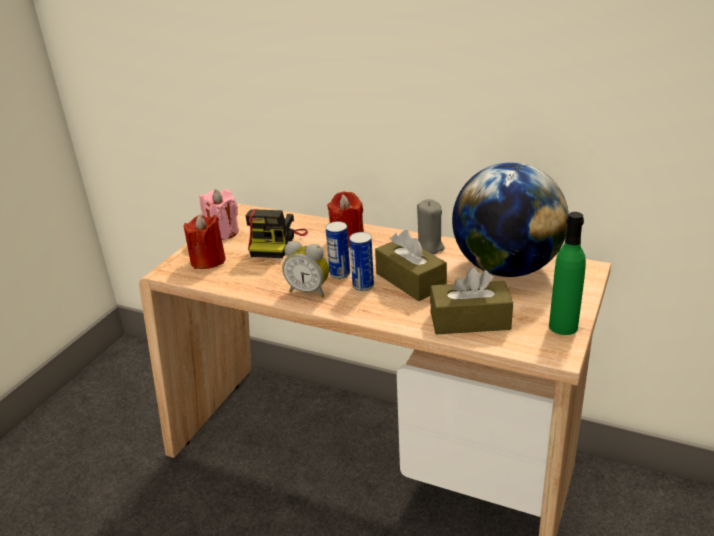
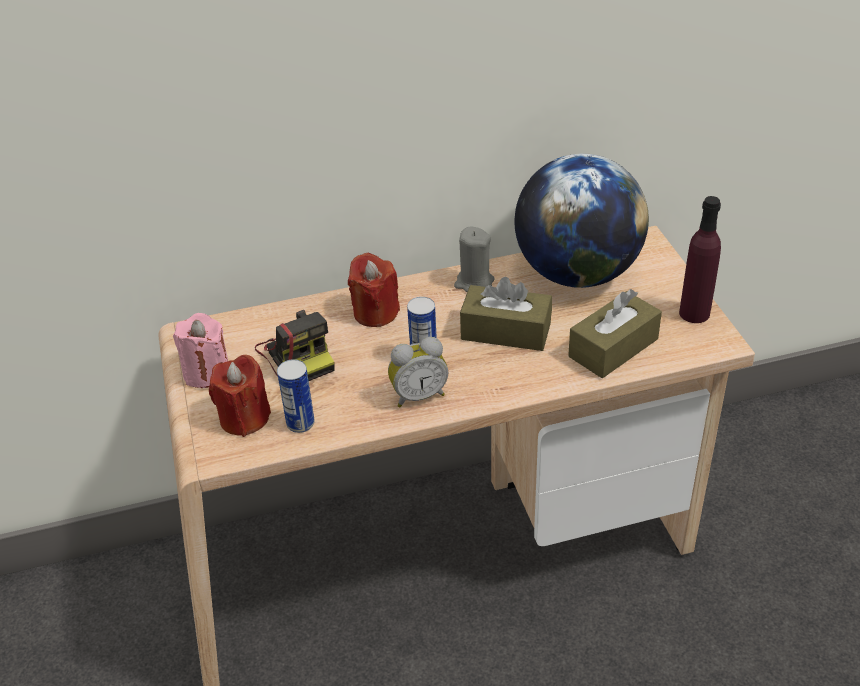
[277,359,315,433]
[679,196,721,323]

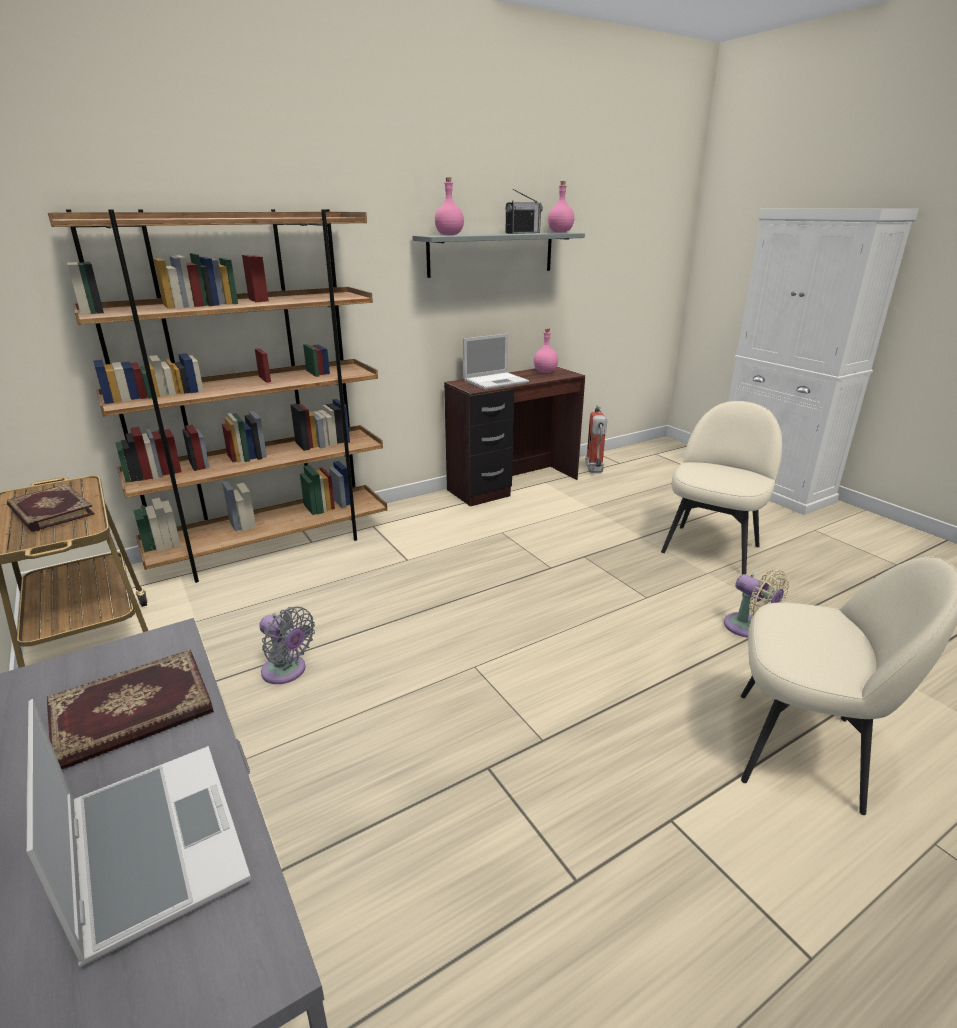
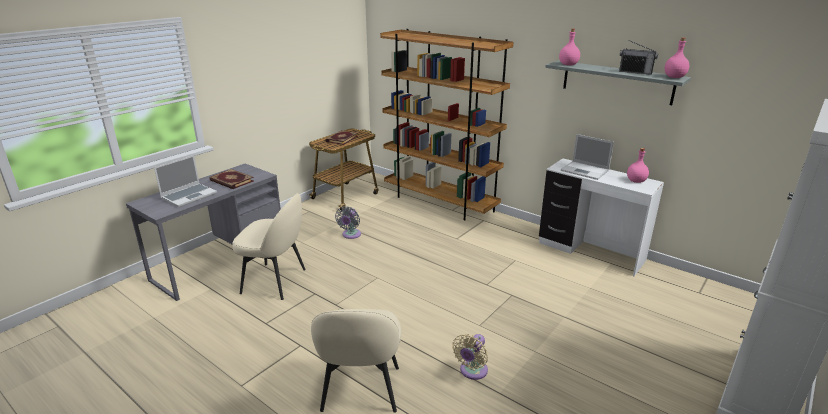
[539,159,664,276]
[585,405,607,473] (first image)
[232,193,306,300]

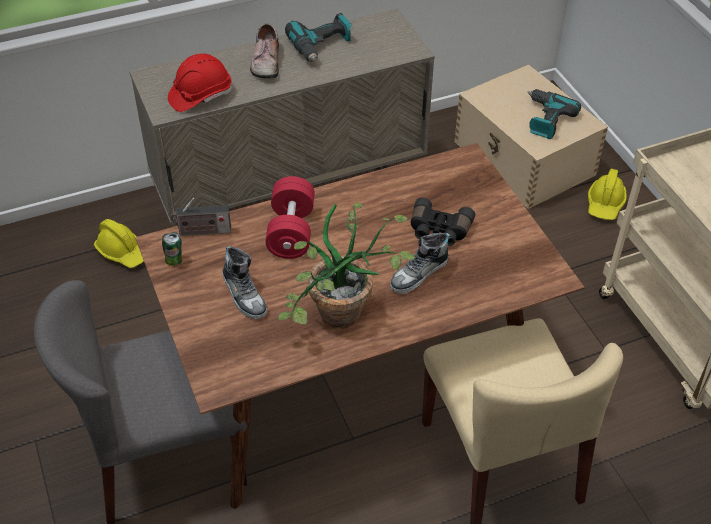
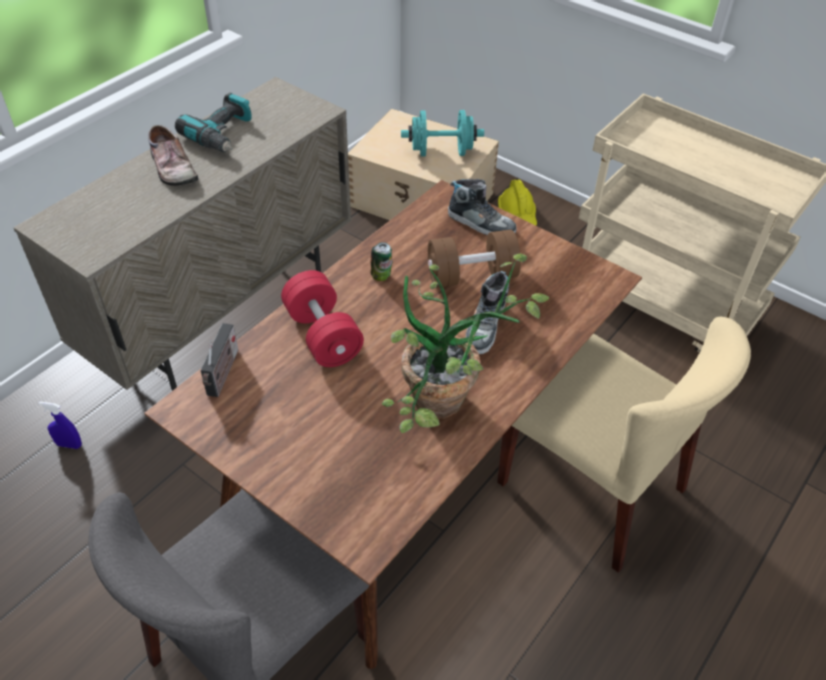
[38,402,82,449]
[370,242,392,281]
[168,54,232,112] (first image)
[200,323,238,397]
[448,179,517,236]
[428,230,521,288]
[401,110,484,157]

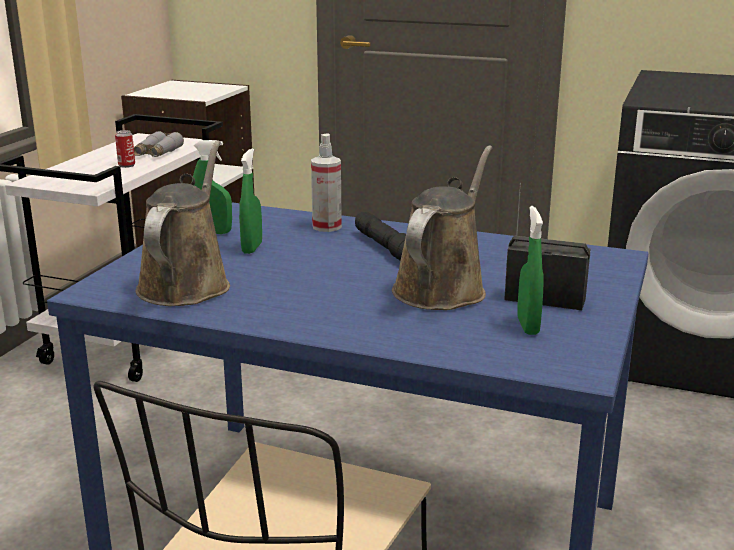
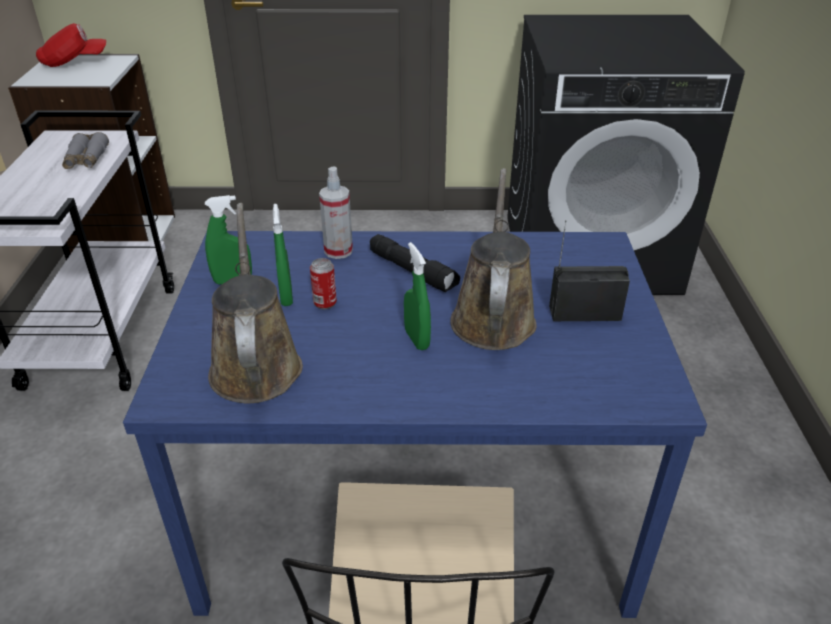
[310,258,337,310]
[404,242,431,350]
[36,23,106,67]

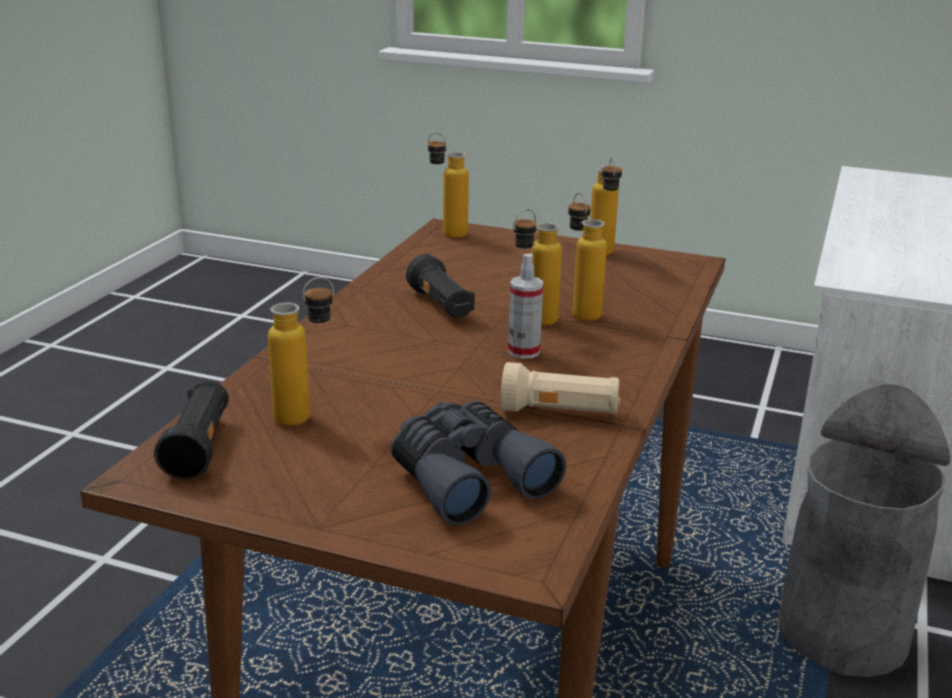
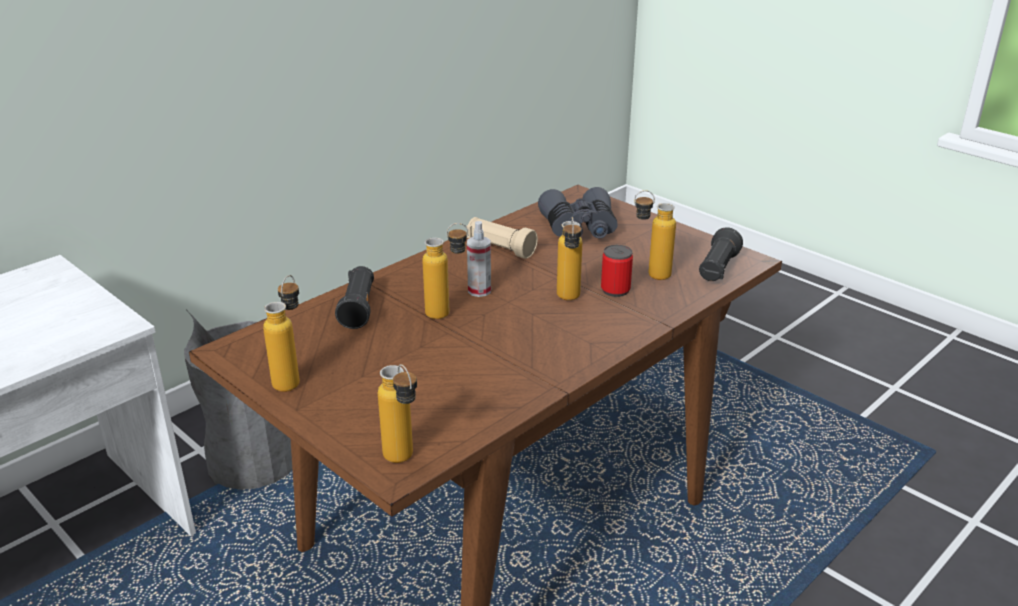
[335,266,374,329]
[557,217,582,300]
[601,245,633,297]

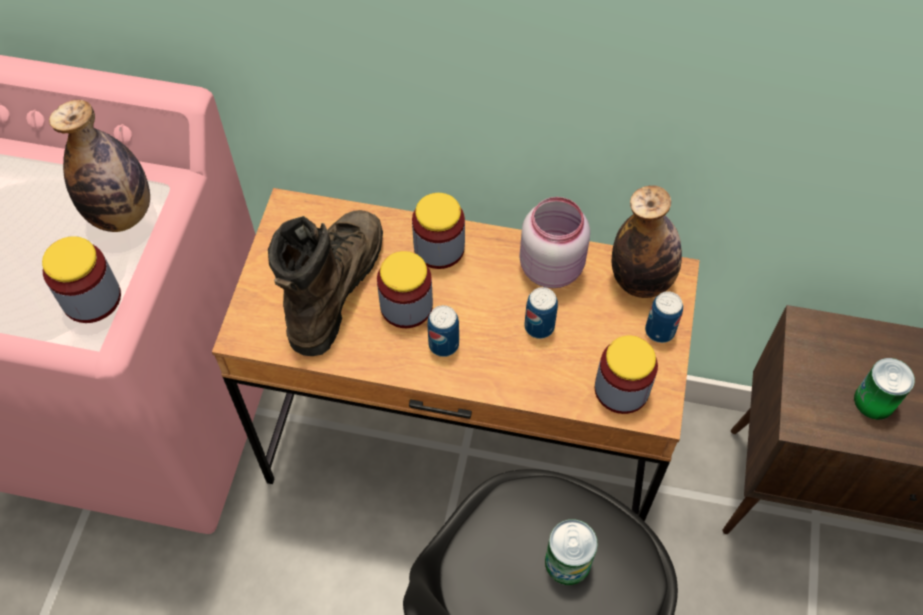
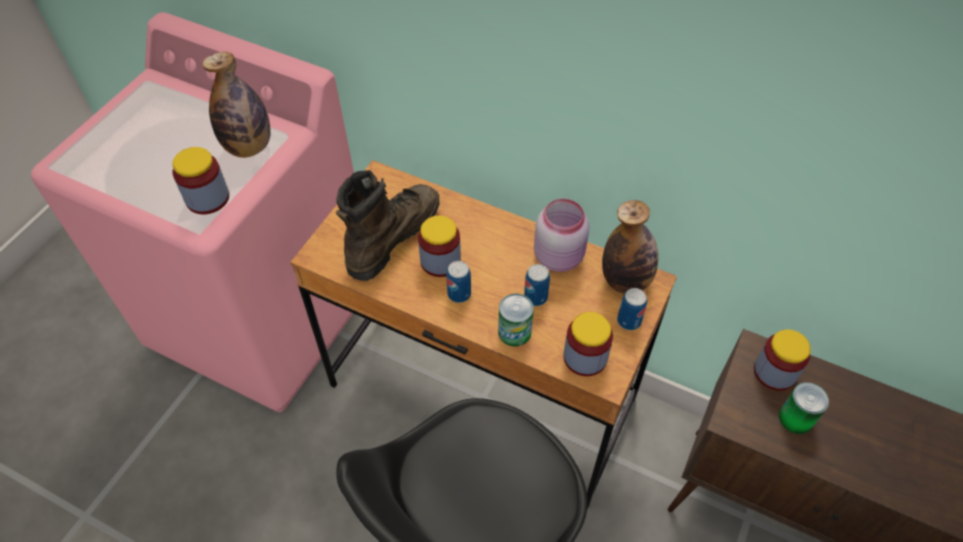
[754,329,811,391]
[498,294,534,346]

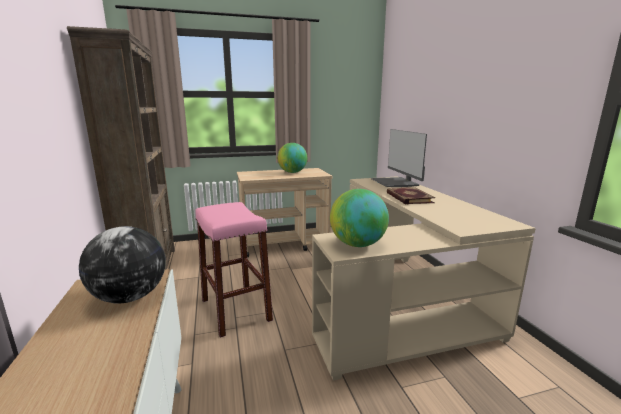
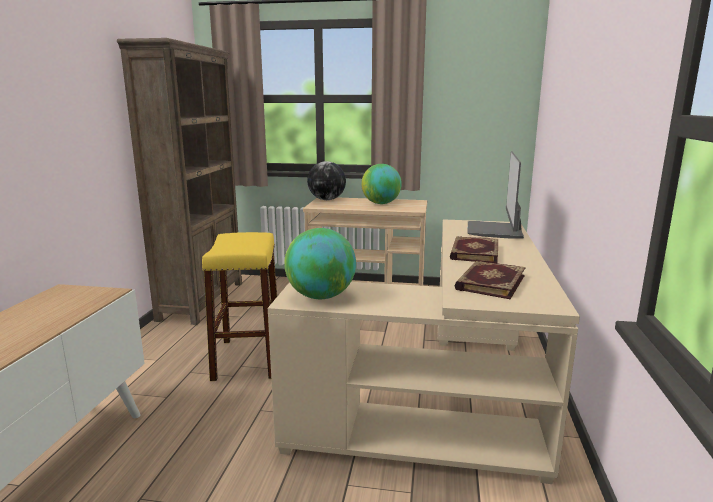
[307,161,346,200]
[202,232,277,381]
[455,261,525,299]

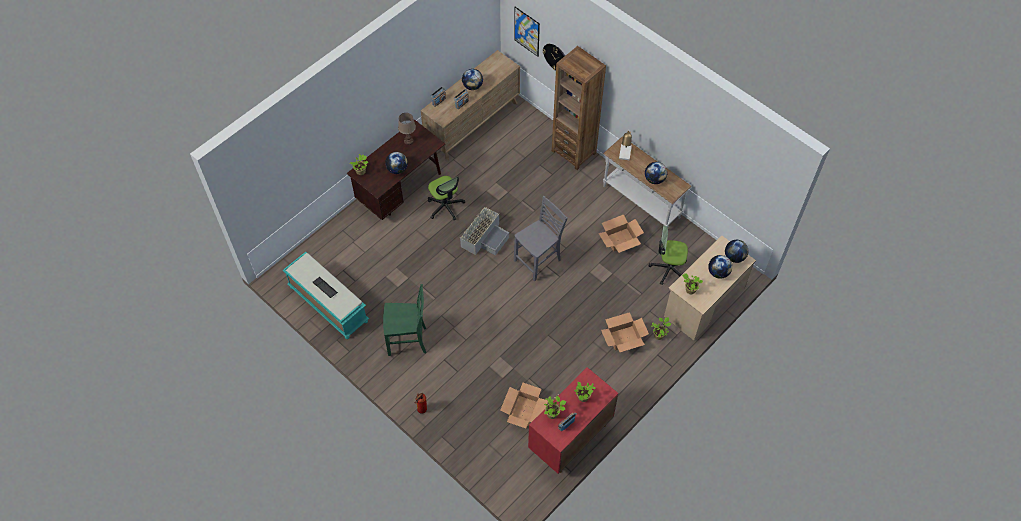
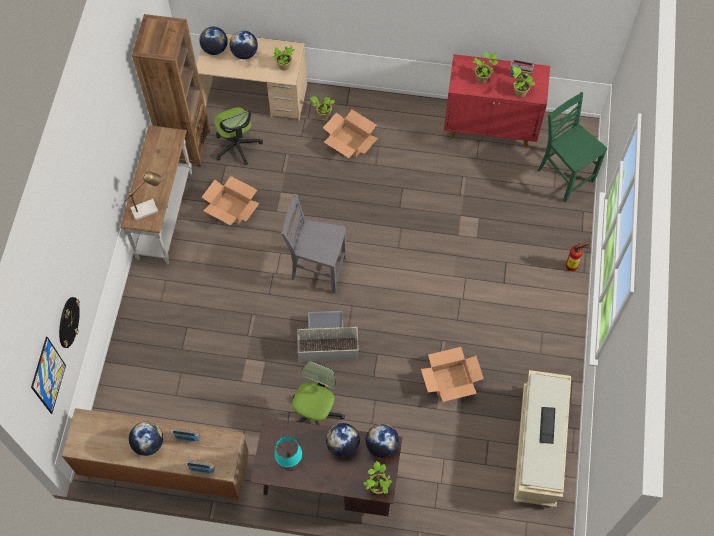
[514,370,571,507]
[538,92,607,202]
[274,436,302,471]
[421,347,484,402]
[132,14,210,167]
[365,424,399,458]

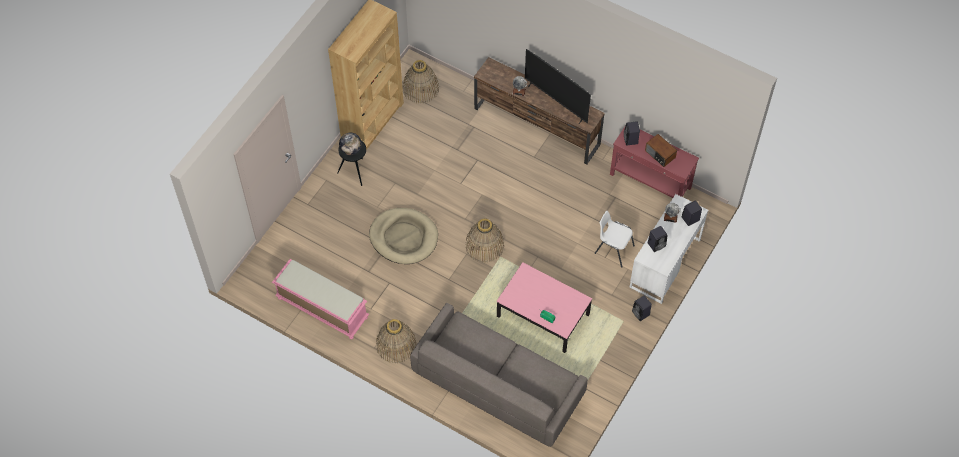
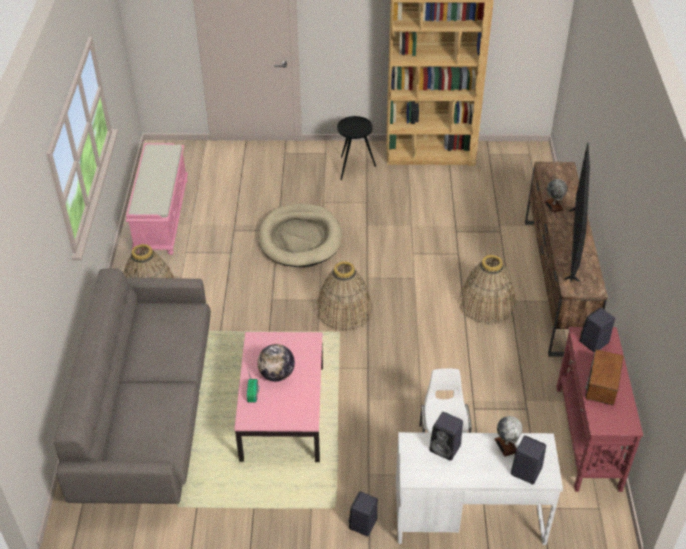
[257,344,295,382]
[459,255,515,325]

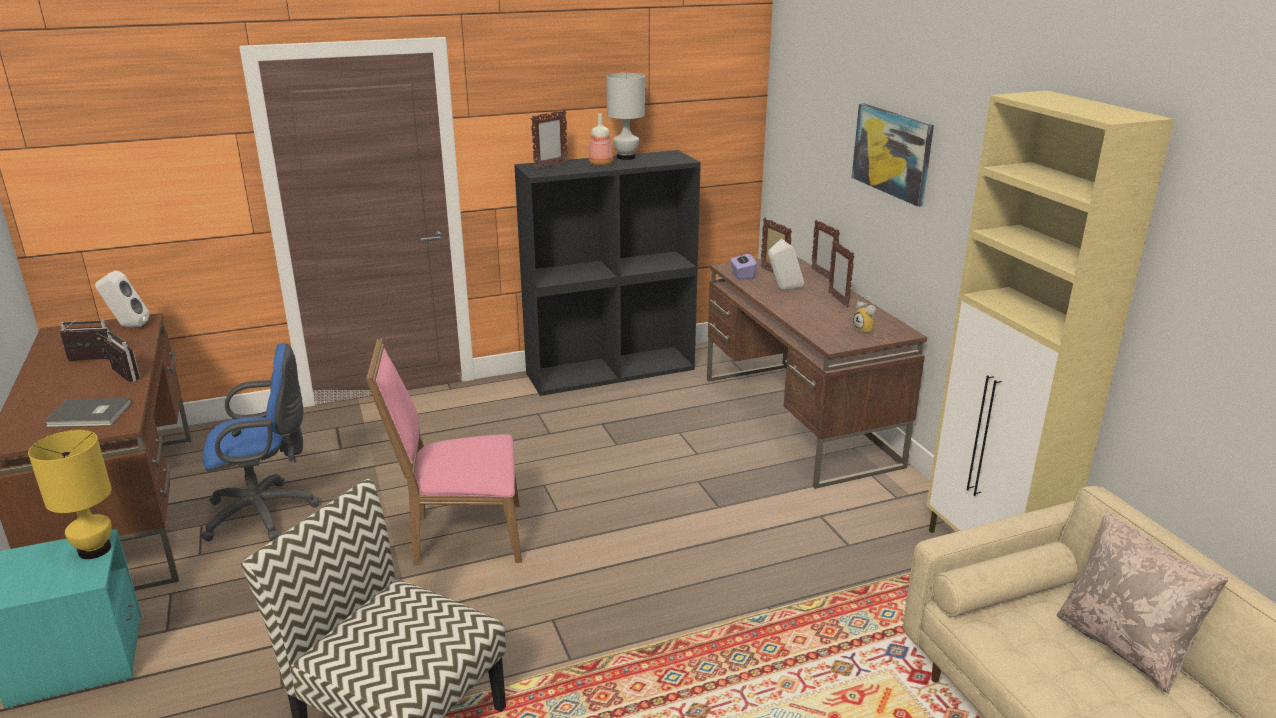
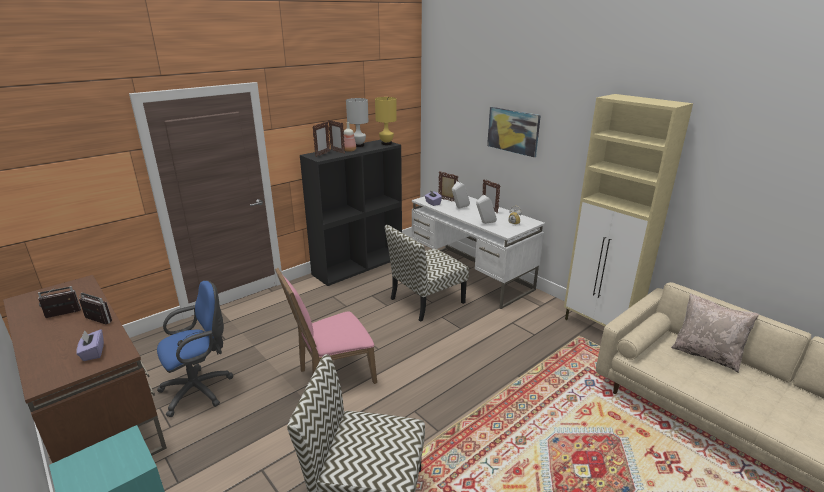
[375,97,397,145]
[76,329,104,361]
[476,194,497,224]
[412,192,545,309]
[328,120,345,154]
[385,225,469,322]

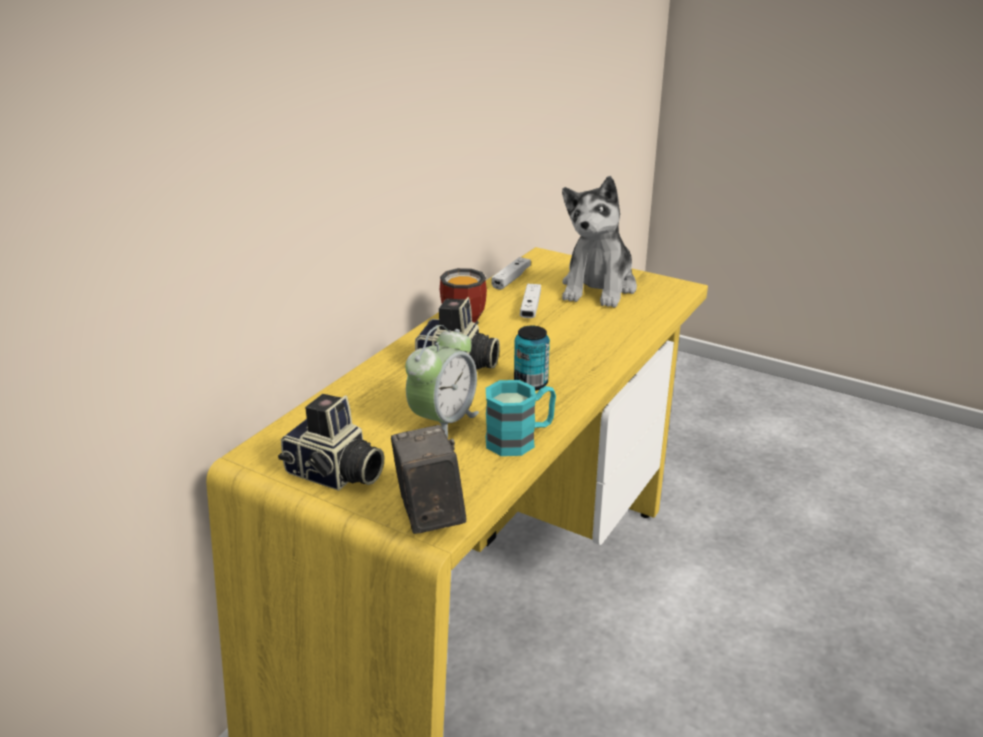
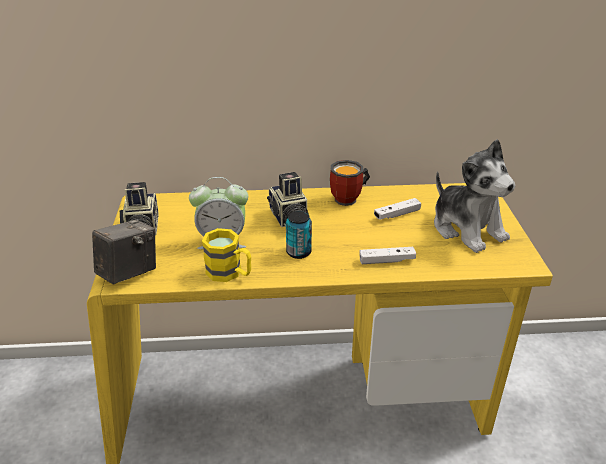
[202,228,251,282]
[360,247,416,264]
[434,139,516,253]

